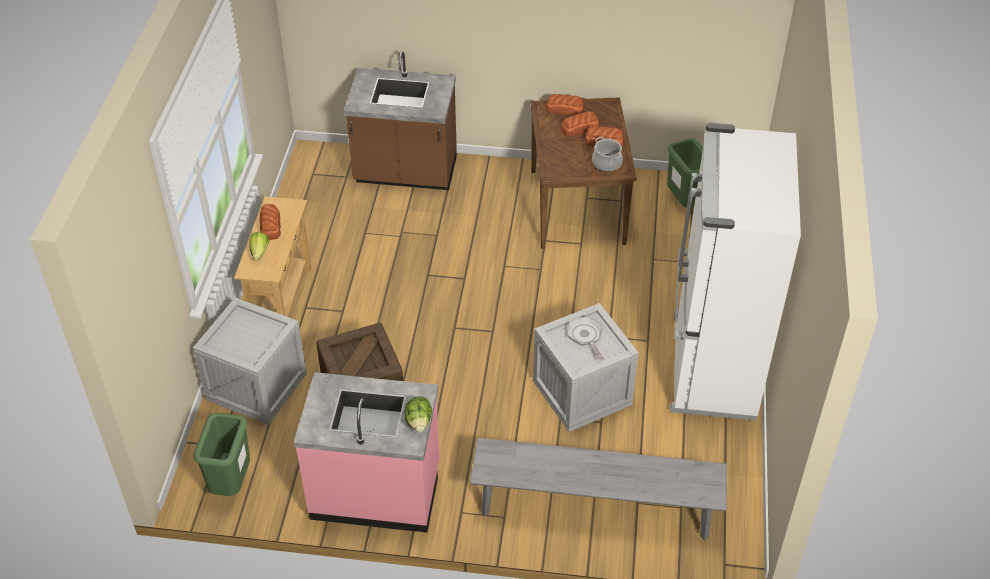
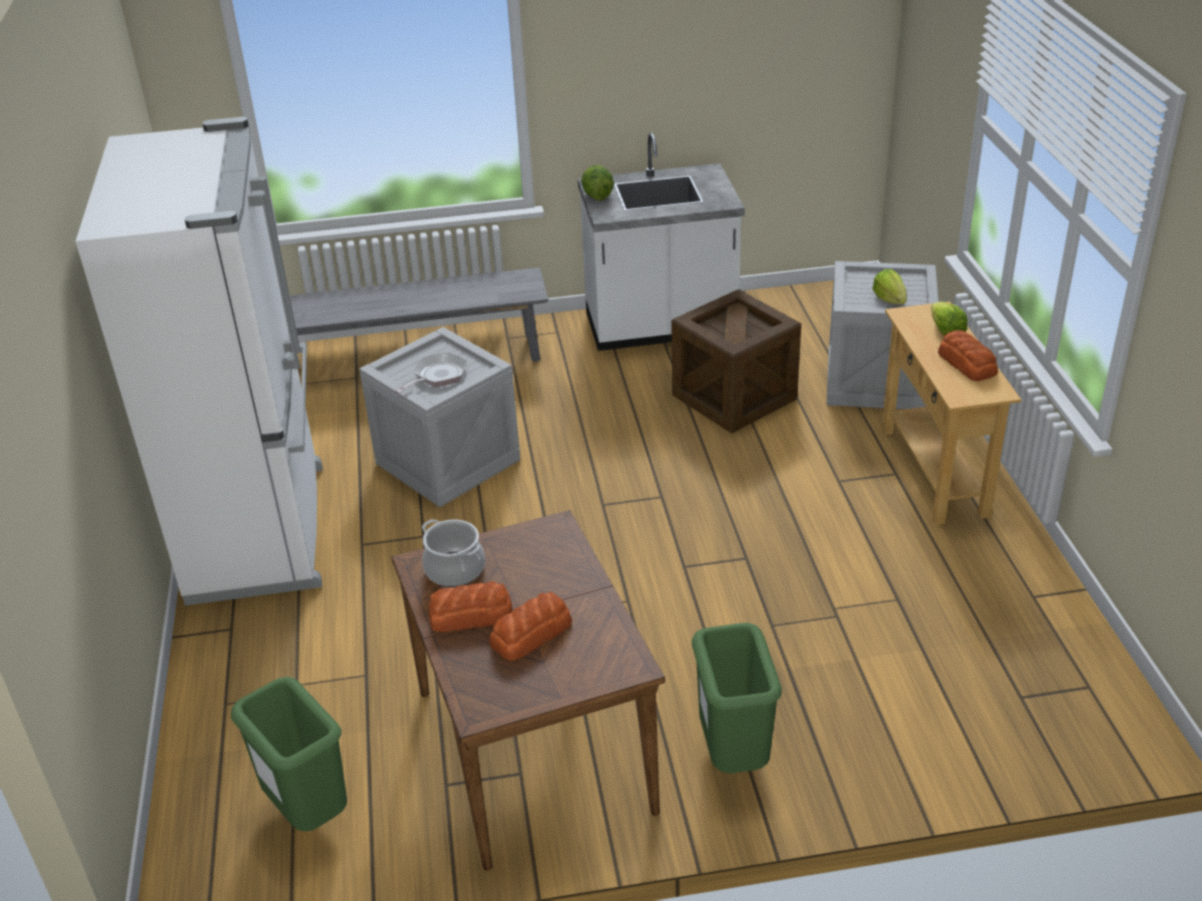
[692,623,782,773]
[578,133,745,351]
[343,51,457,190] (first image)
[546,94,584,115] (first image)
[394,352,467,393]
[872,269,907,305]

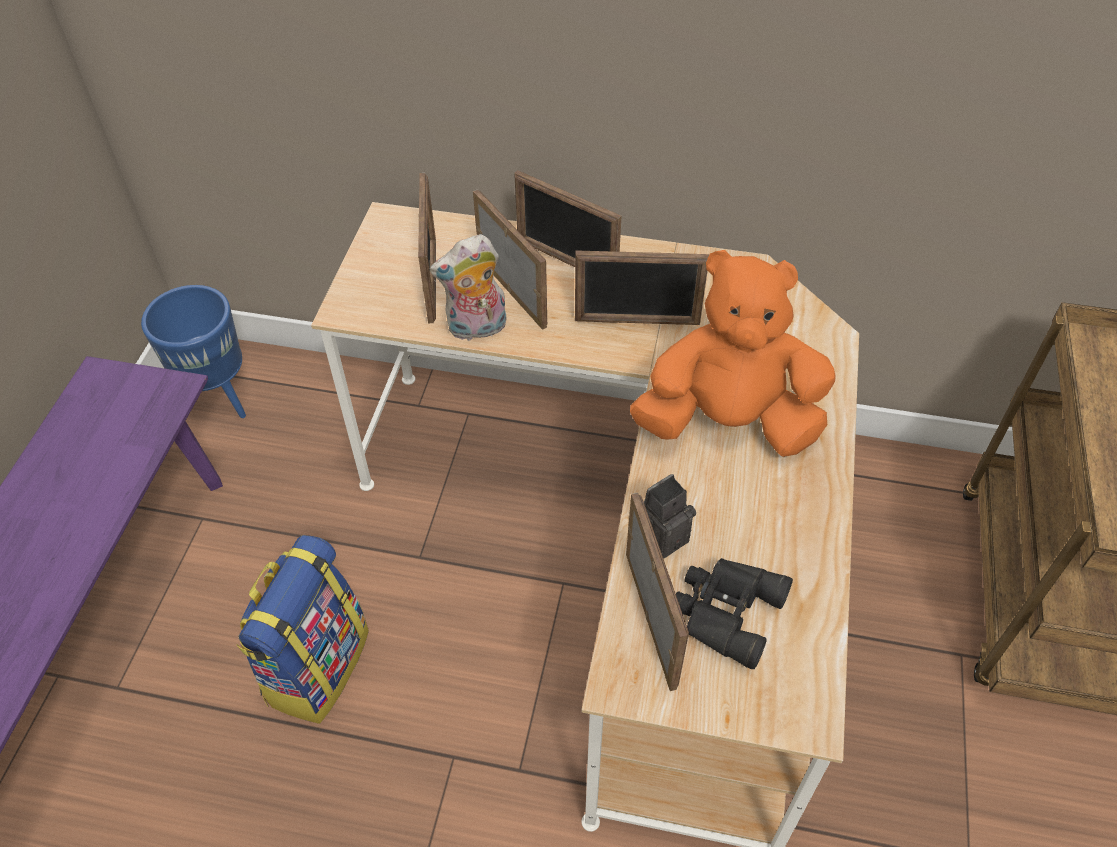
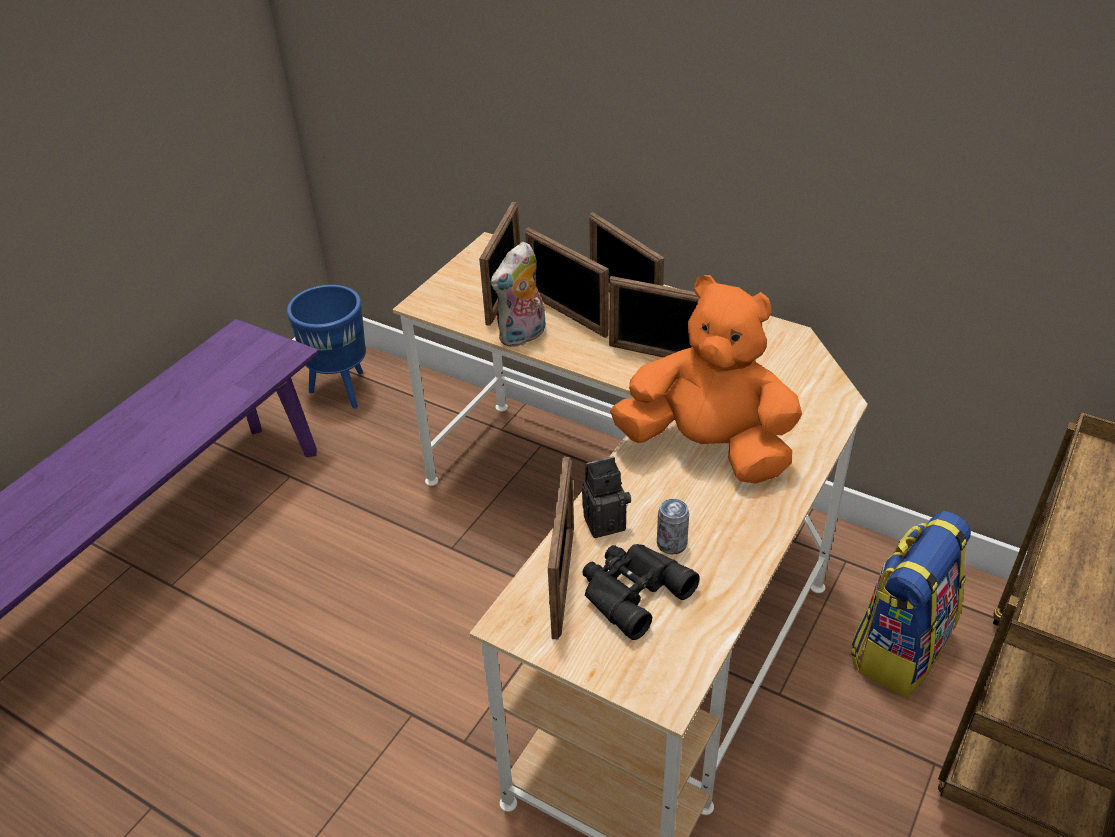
[851,511,971,698]
[491,242,546,347]
[525,227,609,338]
[657,498,689,555]

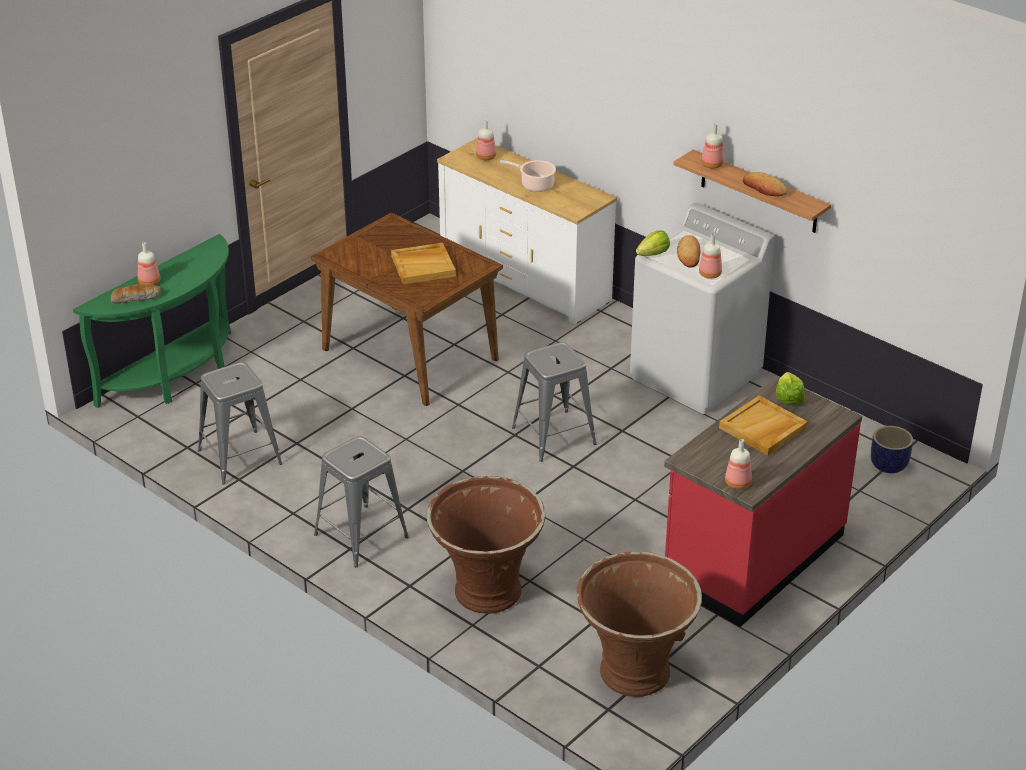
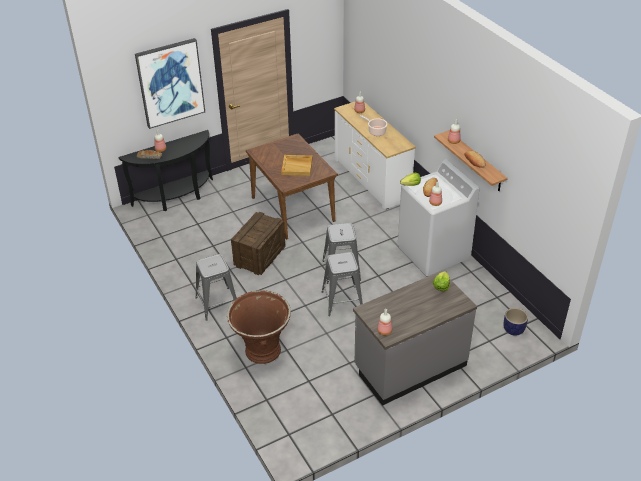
[119,130,213,211]
[322,252,363,316]
[577,551,702,697] (first image)
[353,271,477,406]
[719,395,808,456] (first image)
[135,38,205,129]
[231,212,286,275]

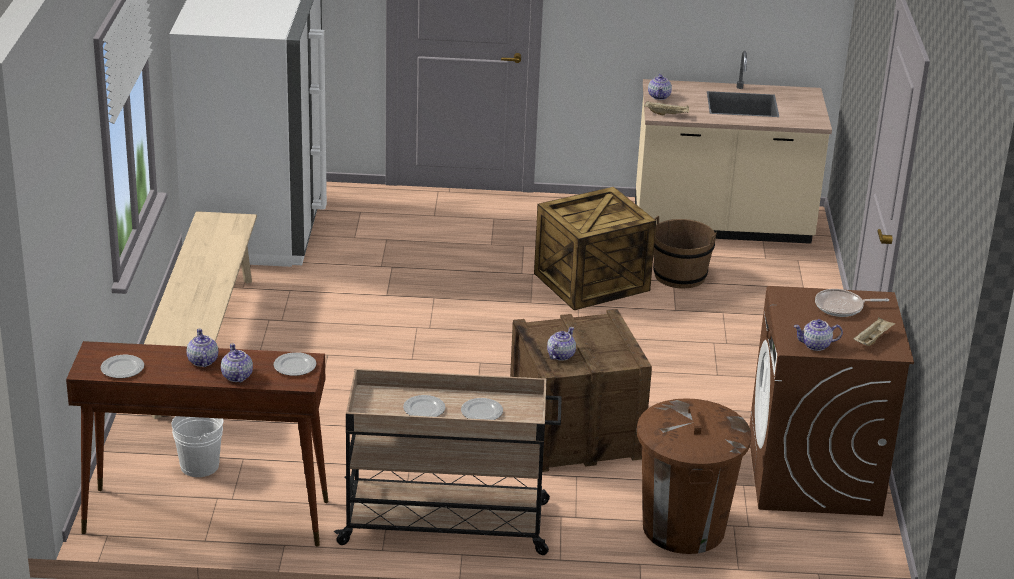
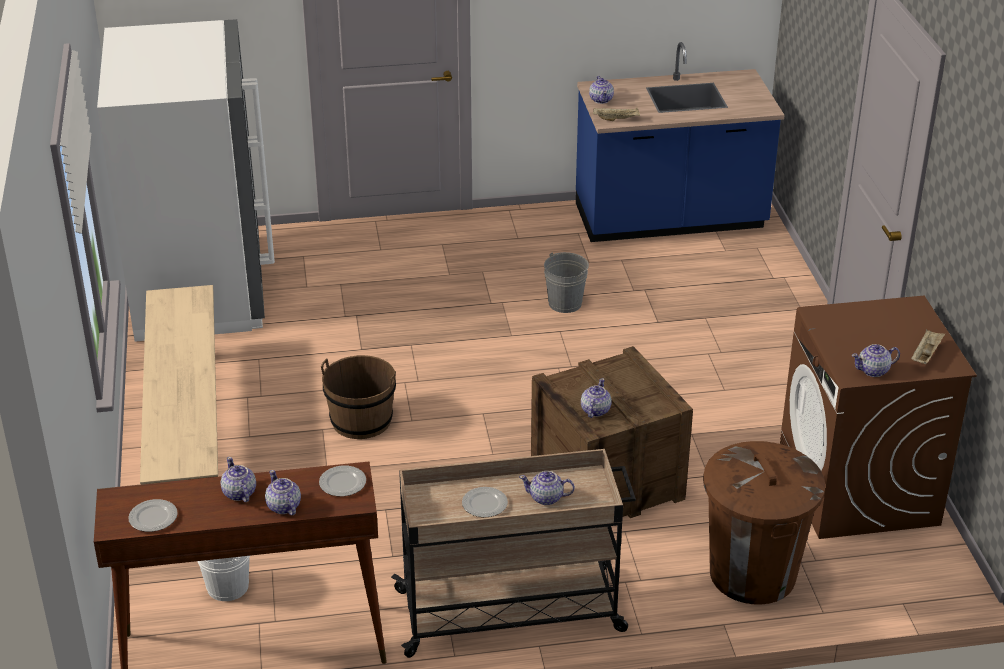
[519,471,575,505]
[544,252,589,313]
[576,42,785,242]
[321,355,396,439]
[815,289,889,317] (first image)

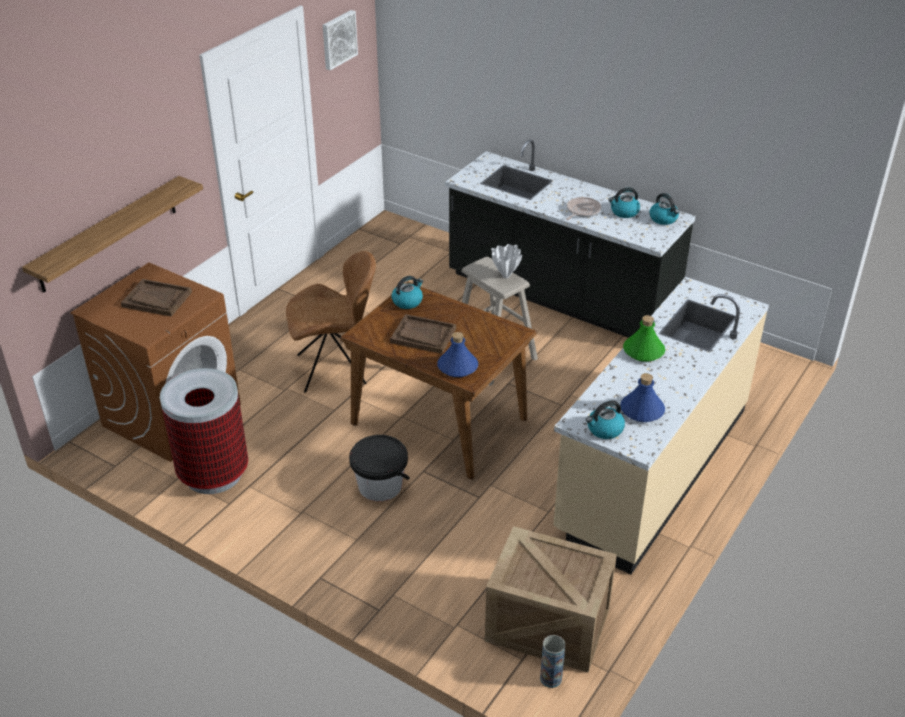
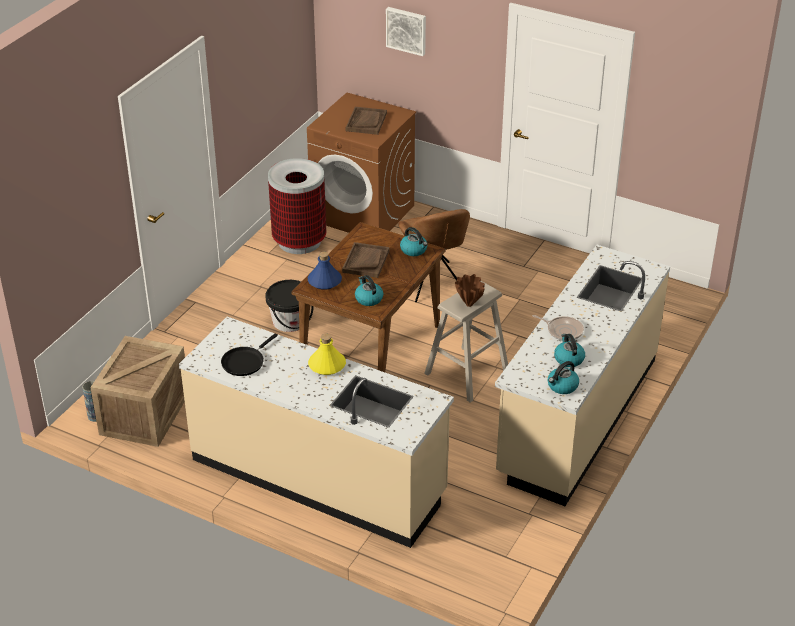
[22,176,203,293] (first image)
[386,7,426,56]
[495,245,670,506]
[455,274,485,307]
[355,275,383,306]
[221,333,278,376]
[308,334,346,375]

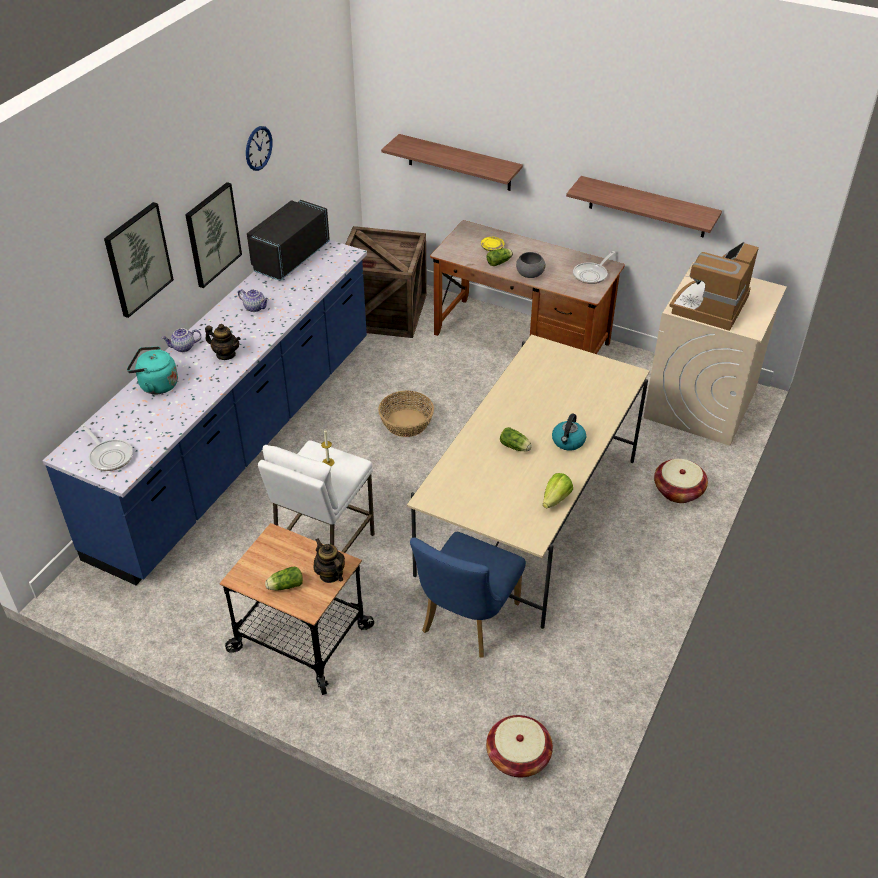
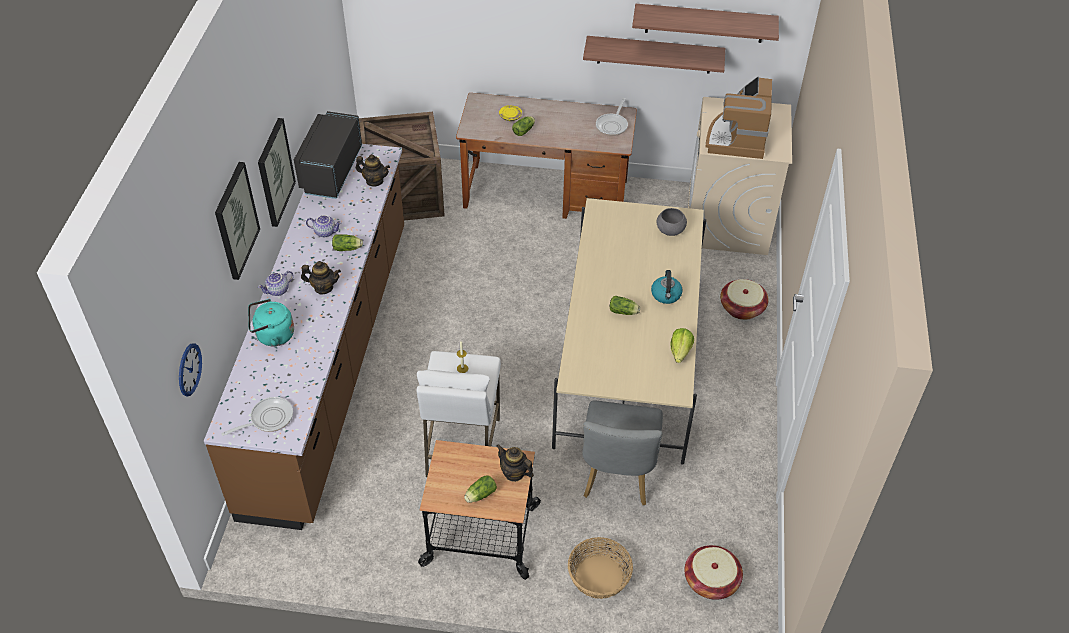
[204,144,404,530]
[221,397,293,436]
[179,343,202,396]
[568,537,633,599]
[632,4,779,43]
[582,400,663,505]
[657,208,687,236]
[332,234,363,251]
[356,154,390,187]

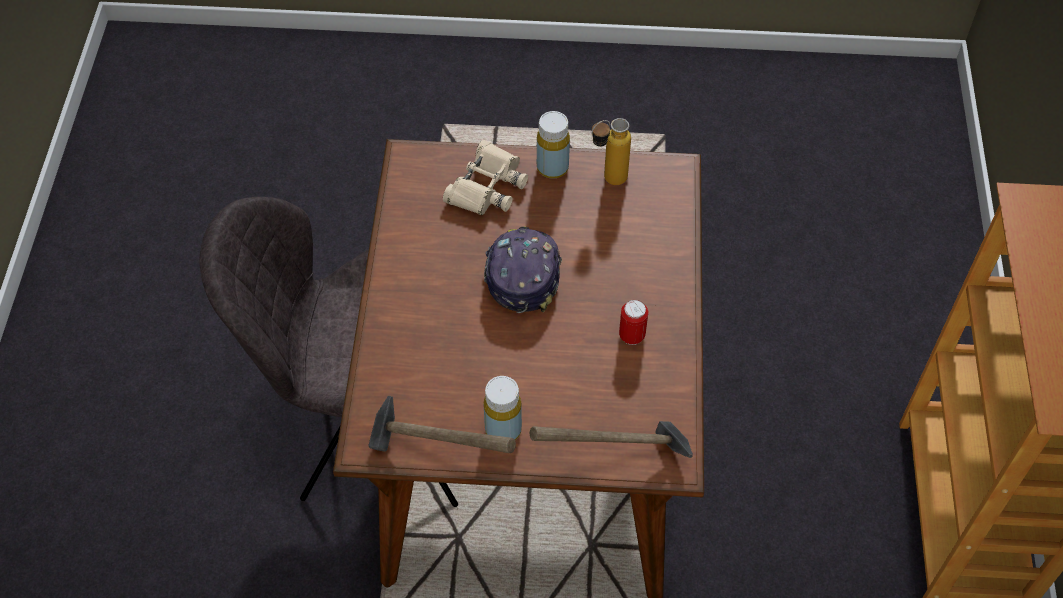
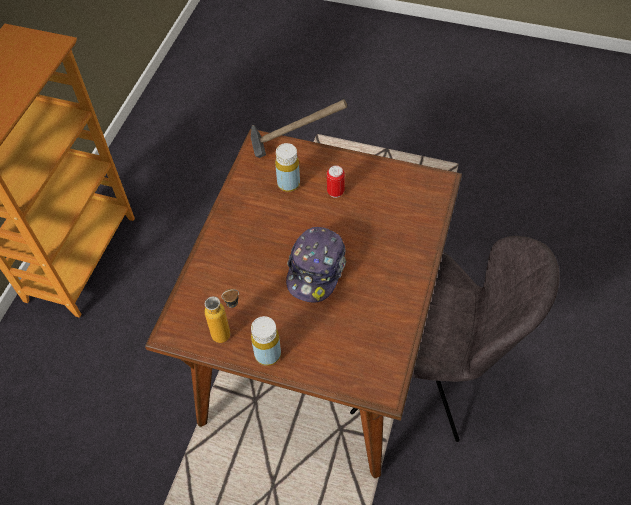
[368,396,516,453] (first image)
[443,140,528,215] (first image)
[275,143,300,192]
[327,165,345,198]

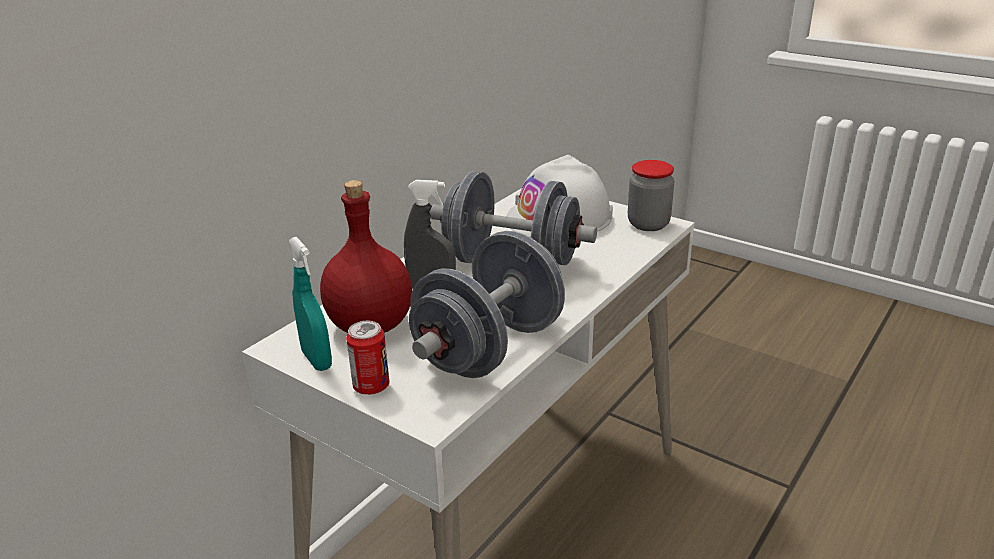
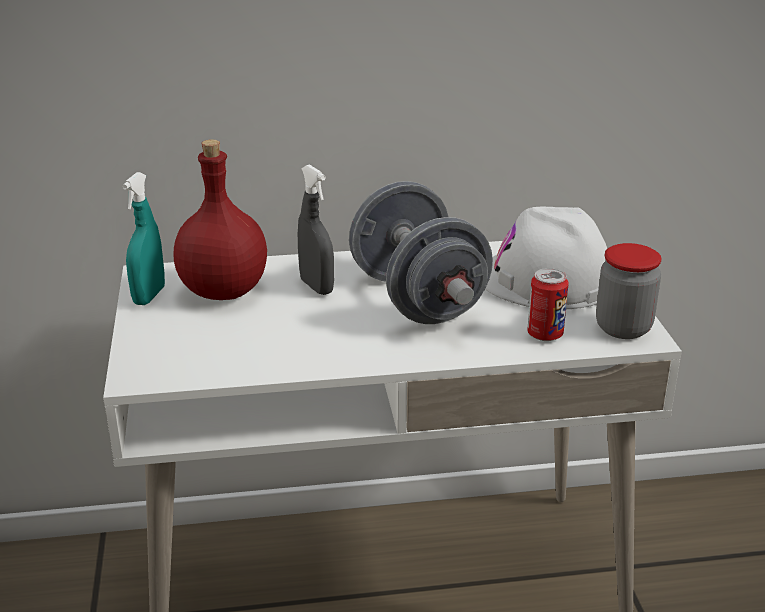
[527,268,569,341]
[409,231,565,378] (first image)

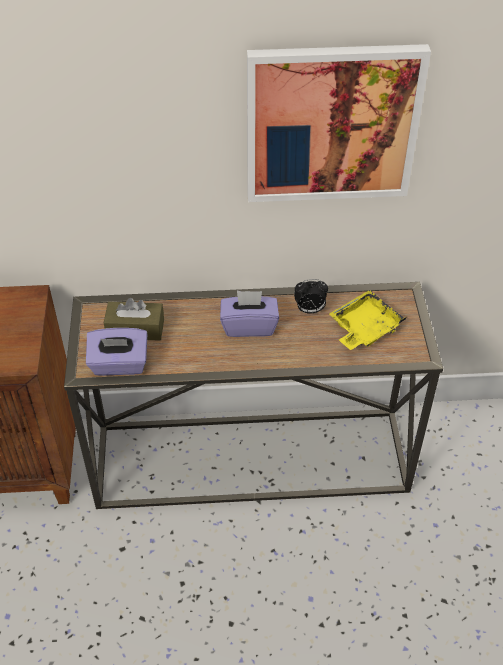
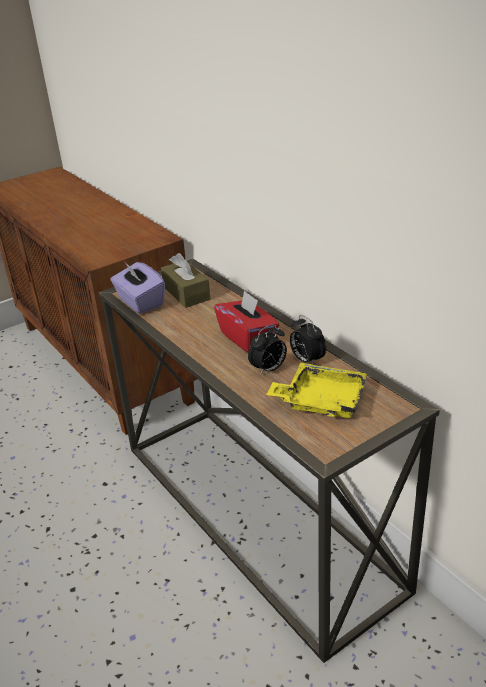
[214,290,279,353]
[247,44,431,202] (first image)
[248,324,287,376]

